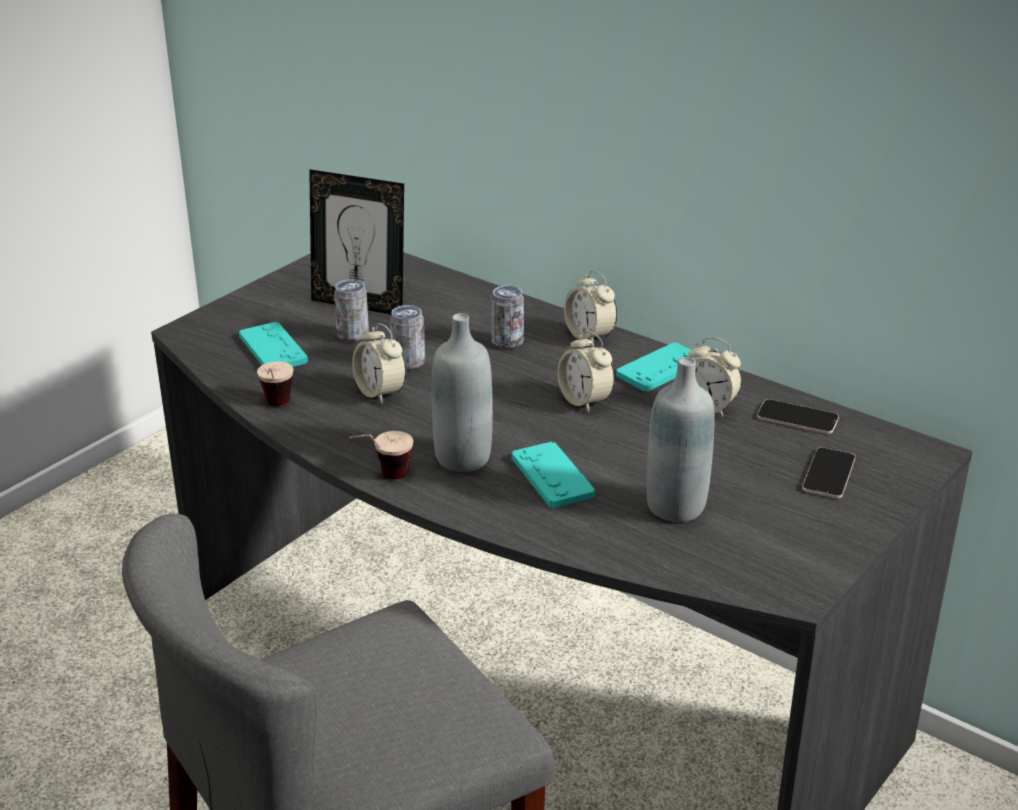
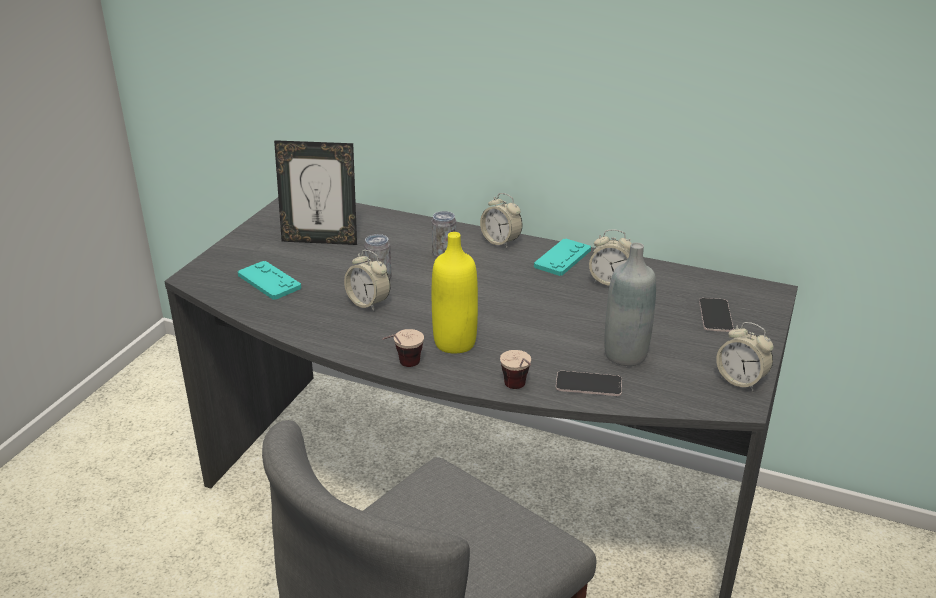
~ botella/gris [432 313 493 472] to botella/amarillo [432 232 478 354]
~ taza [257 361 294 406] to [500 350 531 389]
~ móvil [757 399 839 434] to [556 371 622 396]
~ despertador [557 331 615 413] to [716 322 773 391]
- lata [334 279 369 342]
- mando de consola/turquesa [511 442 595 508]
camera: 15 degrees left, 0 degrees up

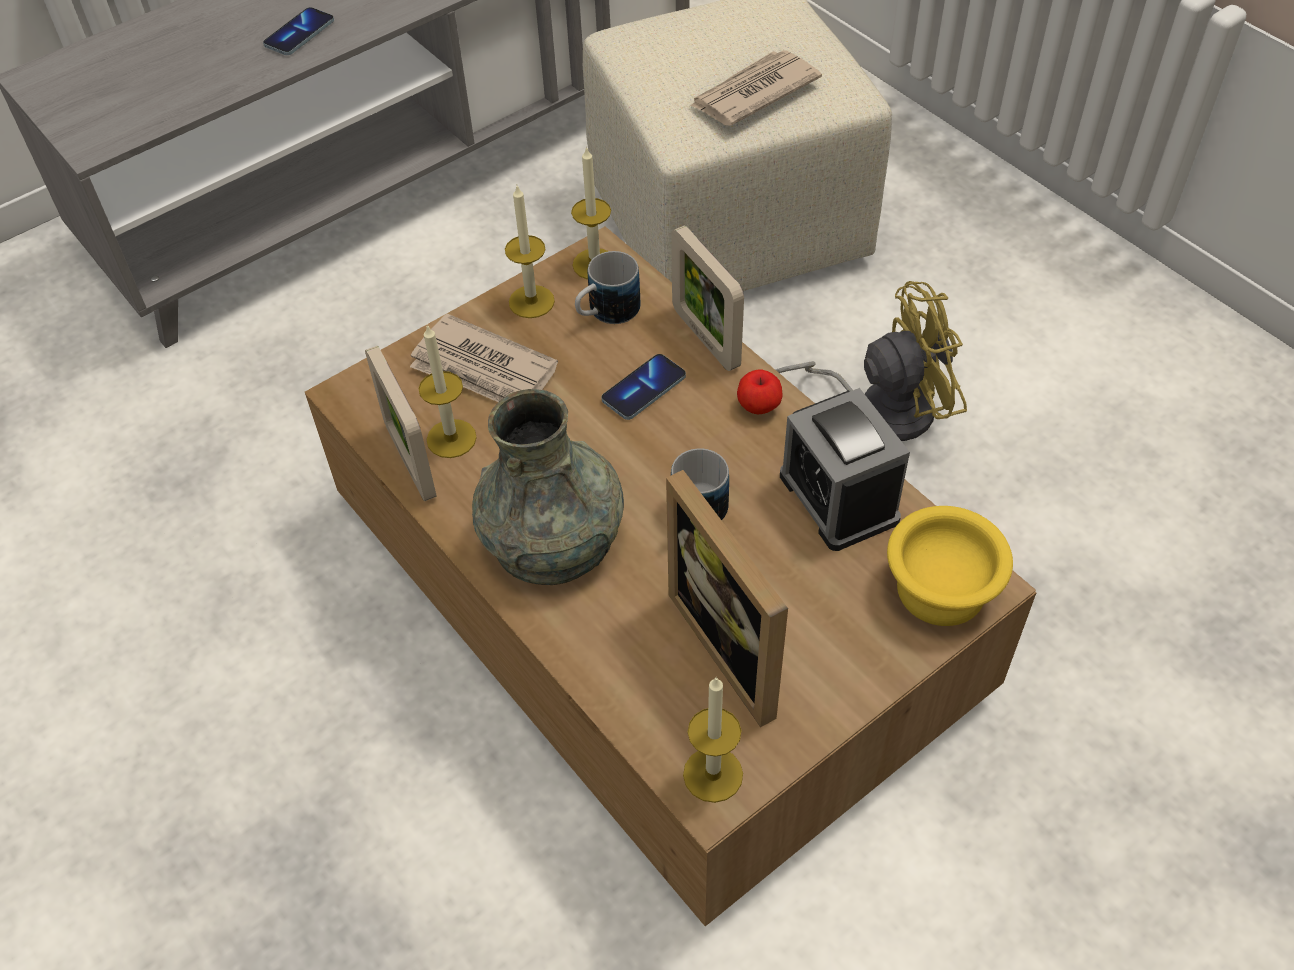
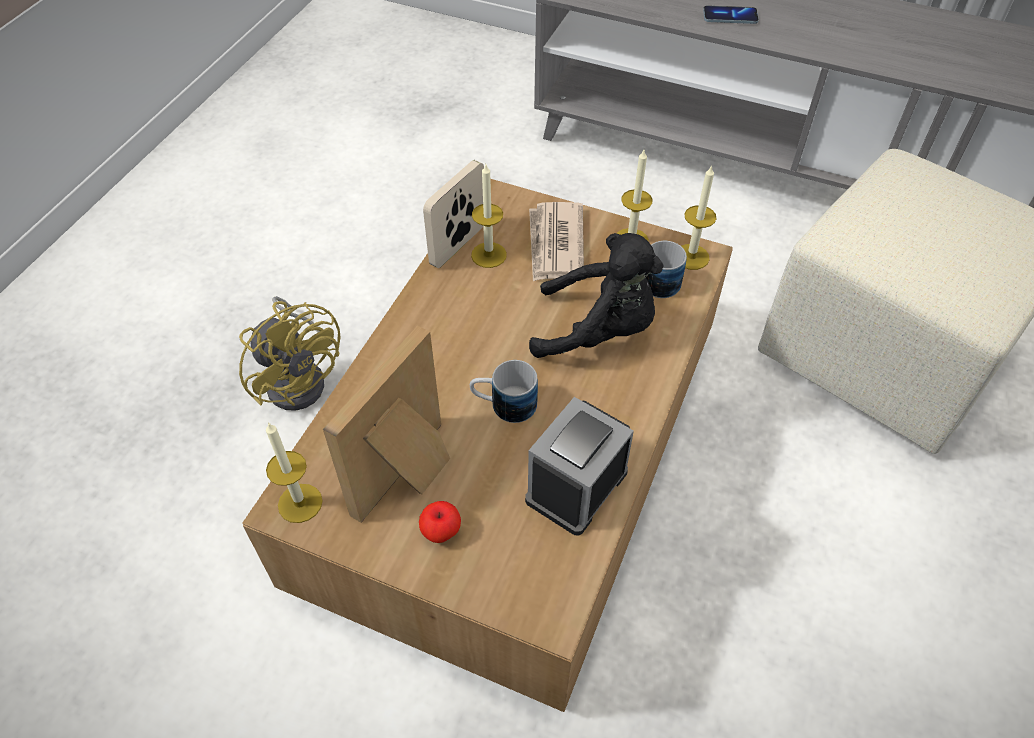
~ ventilador/amarillo [775 281 967 441] to [239 296 340 410]
~ manzana [737 370 783 414] to [419 501 461 543]
~ móvil [602 354 686 420] to peluche/negro [529 233 663 358]
- florero/gris [472 389 624 585]
- portarretratos [671 226 744 371]
- periódico [690 50 822 126]
- cuenco/amarillo [887 506 1013 626]
camera: 60 degrees right, 0 degrees up

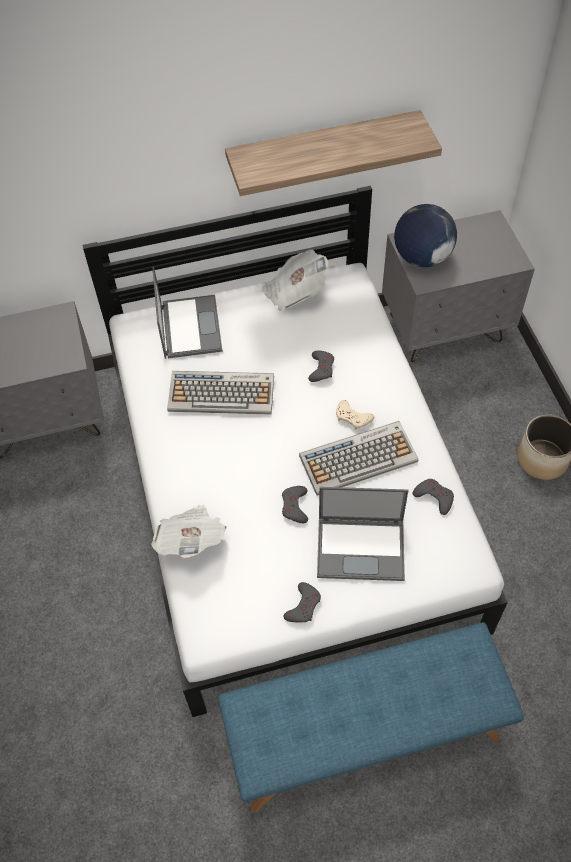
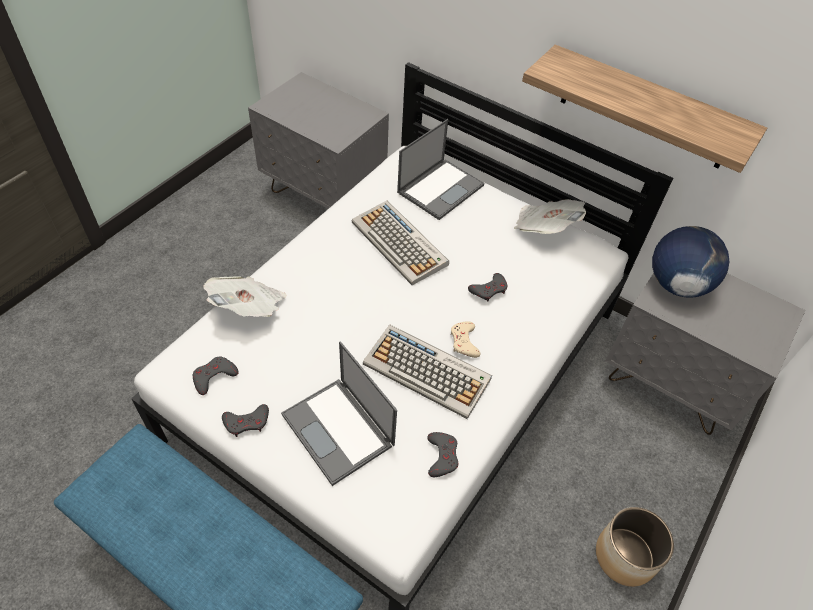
~ mando de consola/gris [282 486 308 523] to [193 356 239 395]
camera: 45 degrees right, 5 degrees down

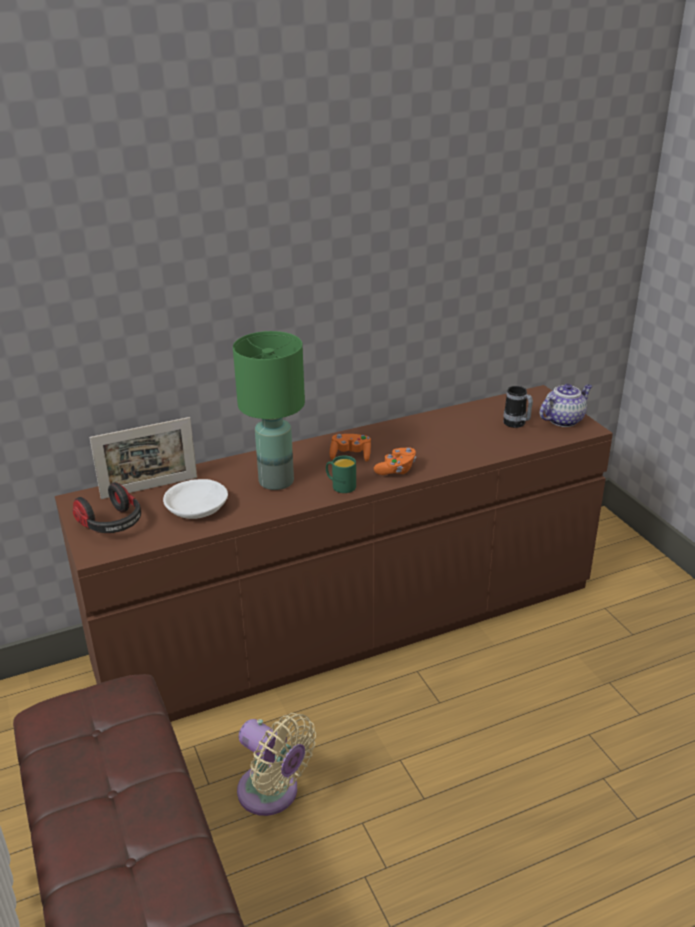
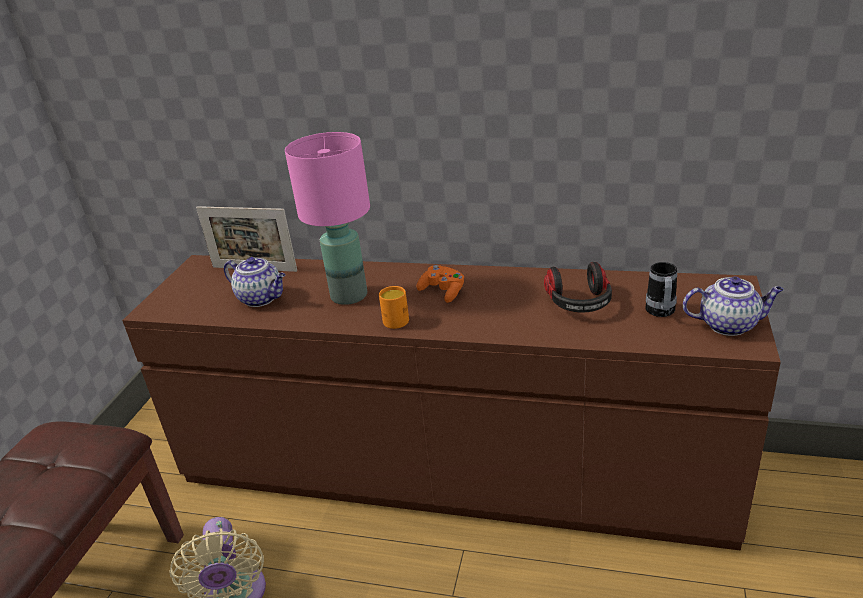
~ cuenco/blanco [163 479 228 519] to tetera [224 257 285 307]
~ lámpara de mesa/verde [233 331 305 490] to lámpara de mesa/rosa [285 132 370 305]
~ taza grande/verde [326 455 356 493] to taza grande/naranja [379 286 409 329]
~ auriculares [73 482 141 533] to [544 262 612 313]
- mando de consola/naranja [374 448 416 475]
camera: 40 degrees right, 0 degrees up

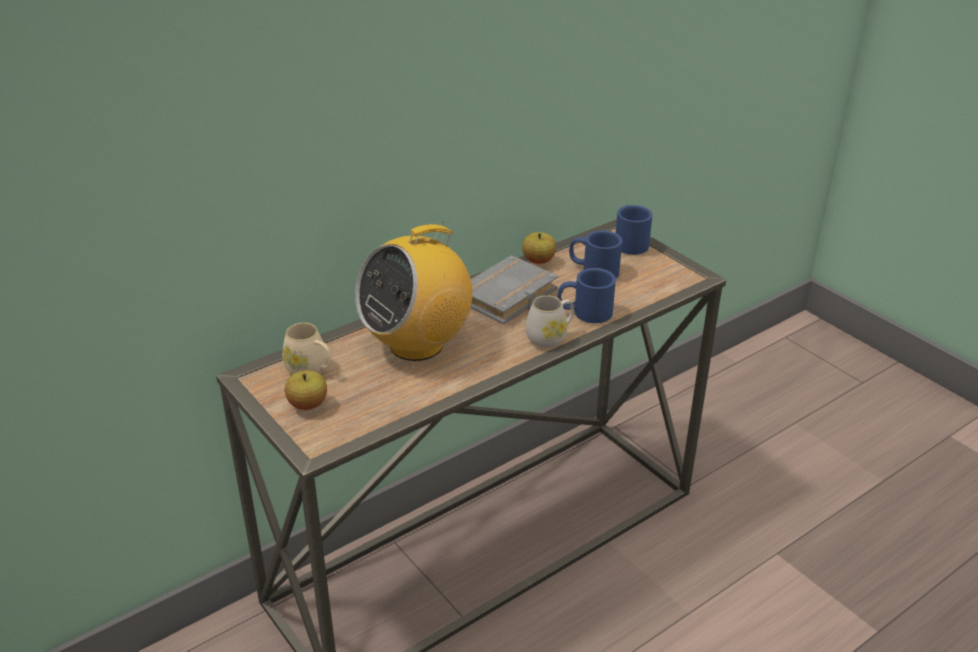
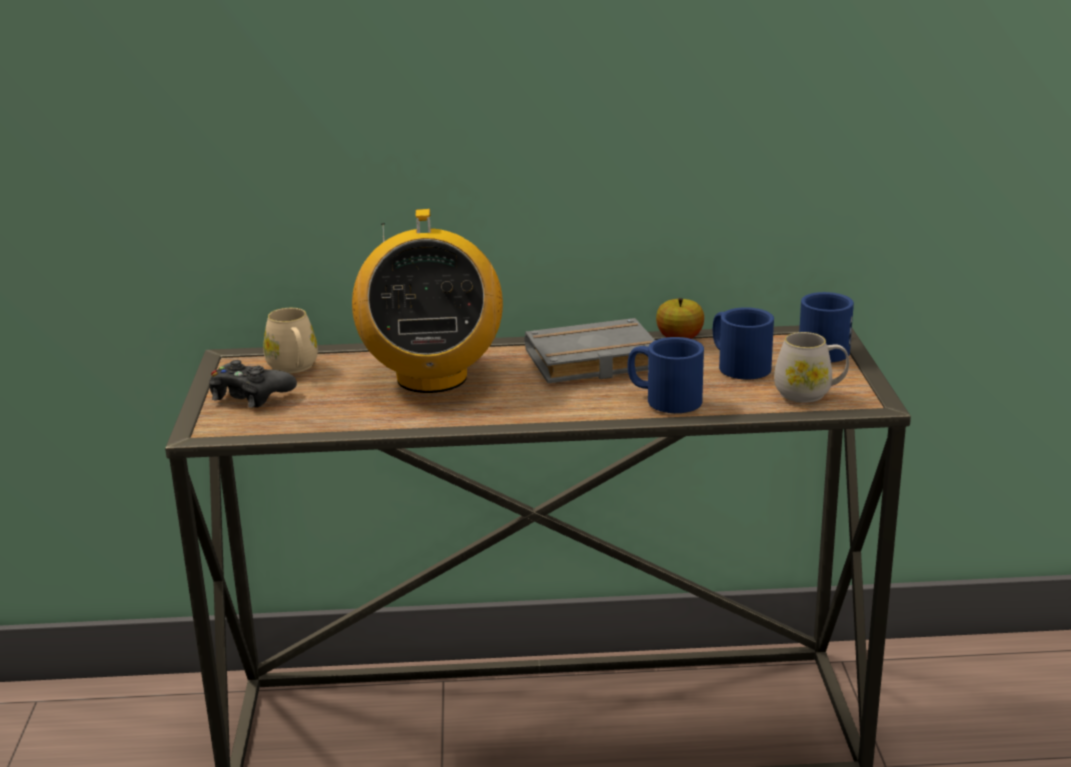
~ manzana [285 370 327 410] to mando de consola/negro [209 360 297 408]
~ radio [355 222 472 361] = [352 209 503 393] 90 degrees counterclockwise
~ taza grande/blanco [525 295 574 348] to [774 332 849 403]
camera: 35 degrees right, 10 degrees down

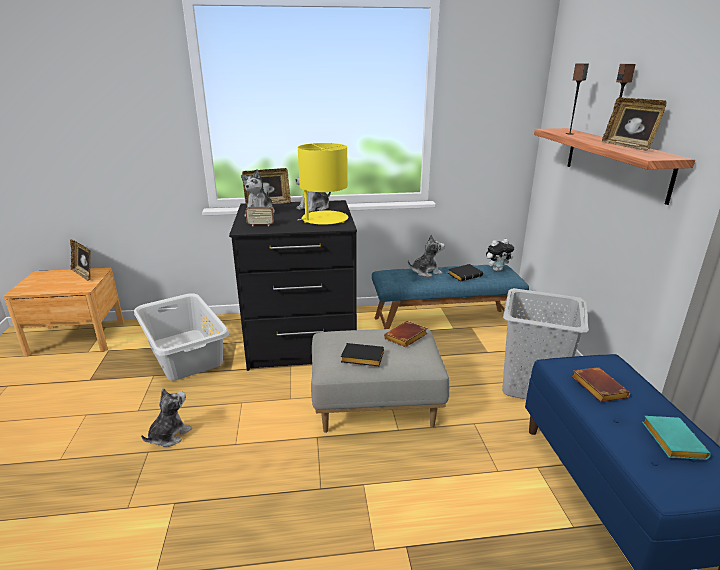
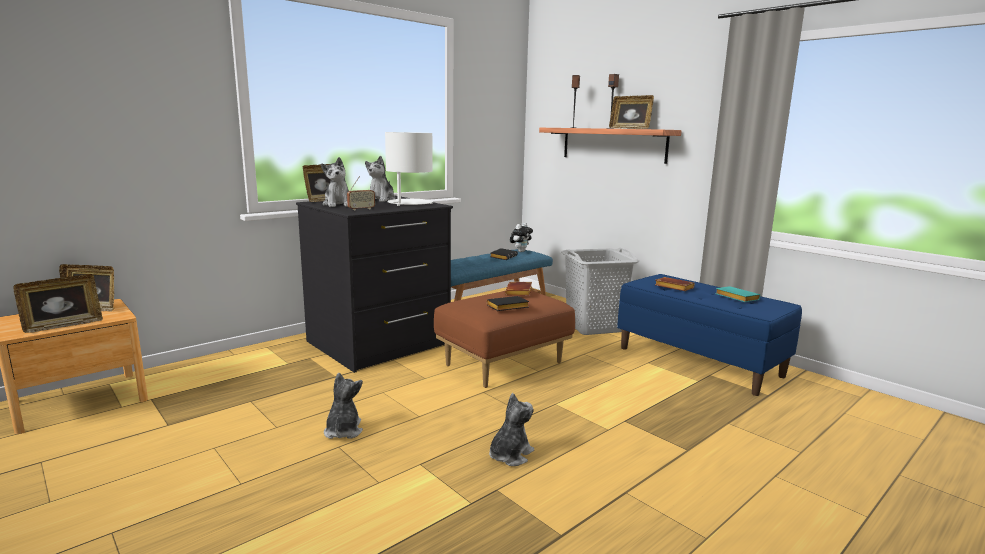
+ portarretratos [13 274 103 333]
~ lámpara de mesa/amarillo [298 143 348 225] to lámpara de mesa/blanco [385 132 433 206]
~ puf/gris [311 329 449 433] to puf/marrón [434 291 575 388]
~ peluche [408 234 445 277] to [489 393 534 466]
- cesto de la ropa/gris [134 293 229 380]
camera: 35 degrees left, 10 degrees down

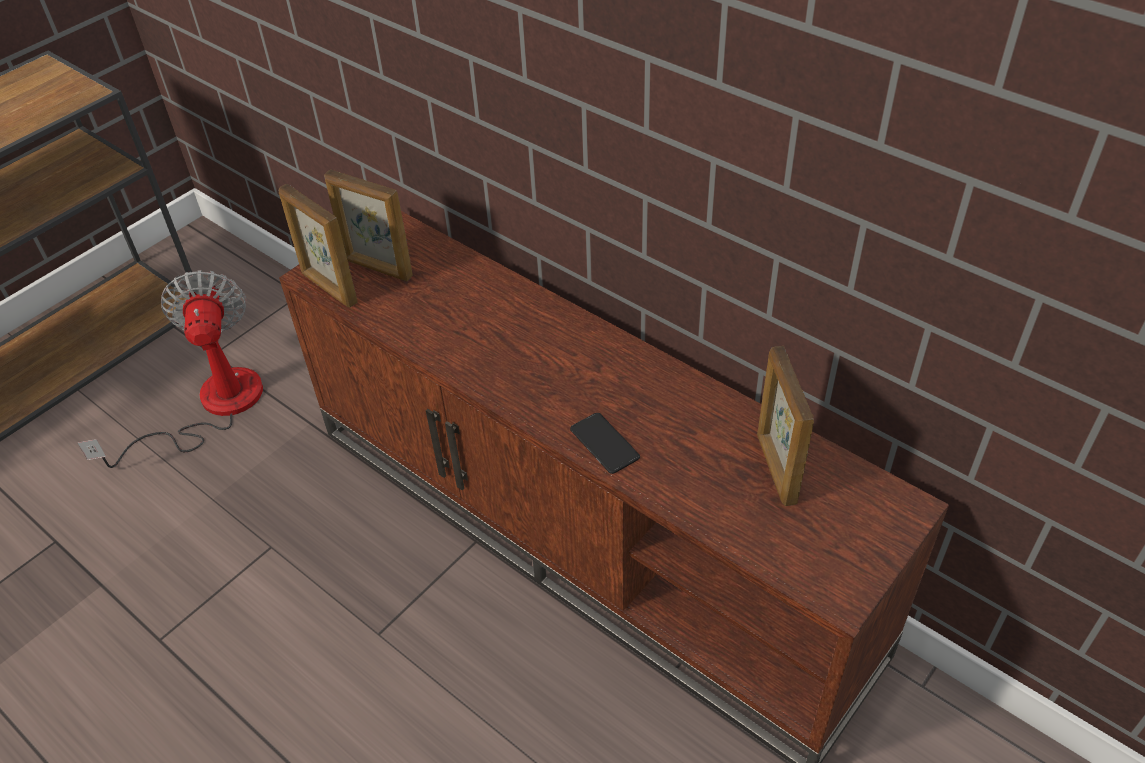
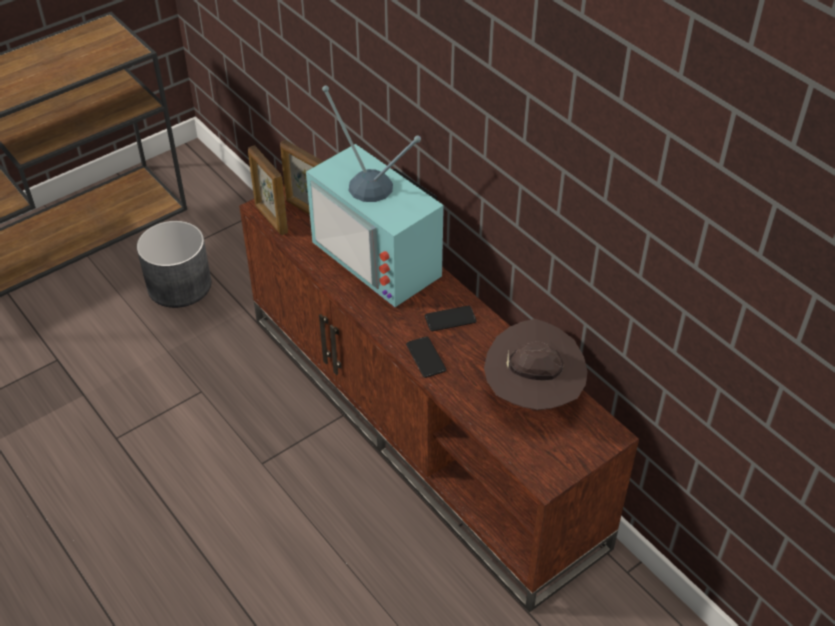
~ ventilador [78 270 263 468] to maceta/gris [137 221 211 308]
+ televisor [306 86 444 307]
+ móvil [425 306 477 331]
~ portarretratos [757 346 814 506] to sombrero/marrón [484 319 588 410]
camera: 10 degrees right, 0 degrees up

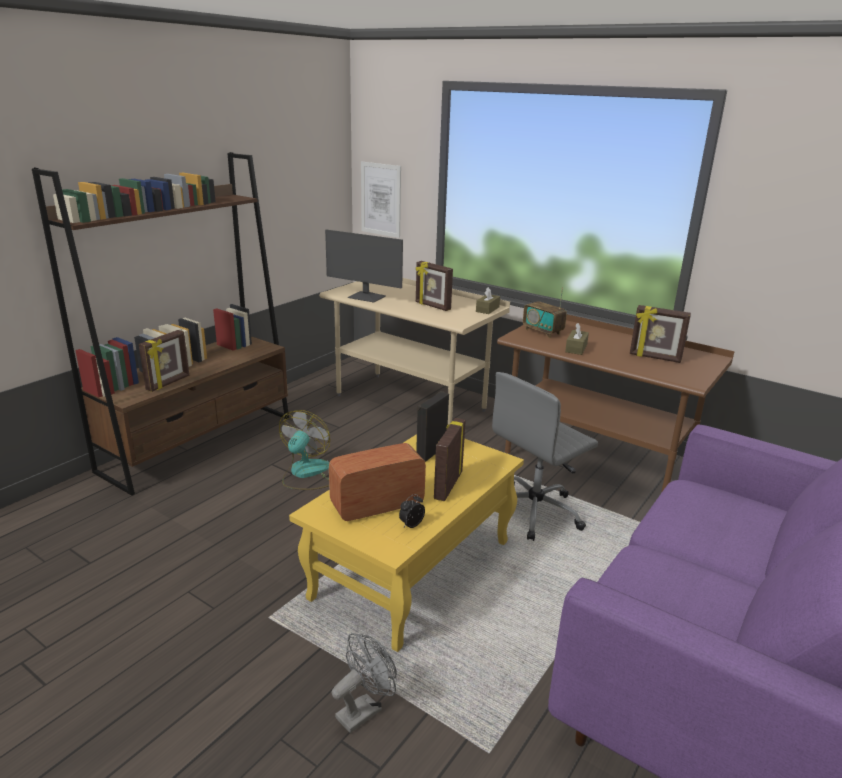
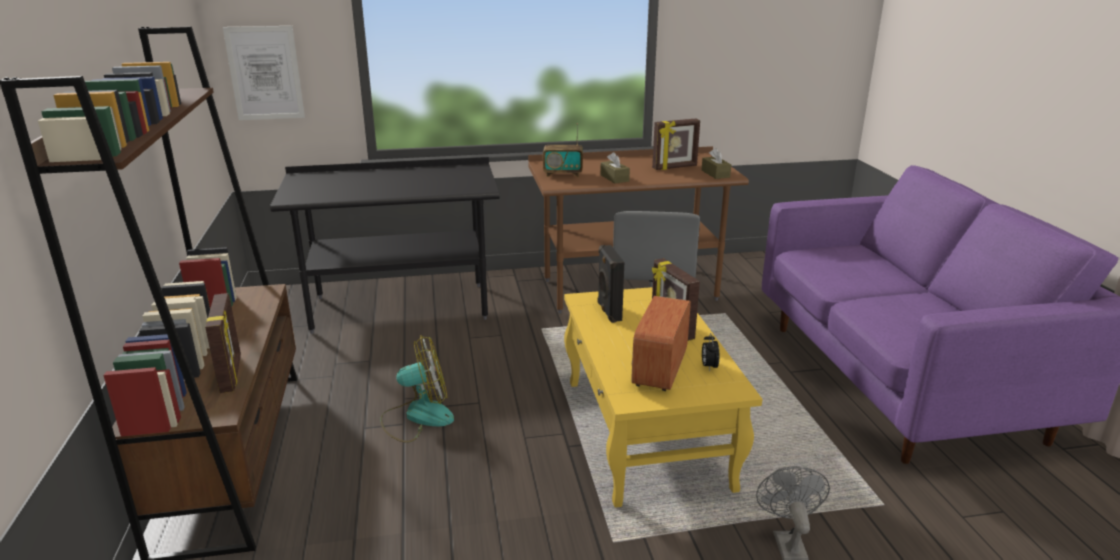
~ escritorio/beis [319 278 510 424] to escritorio/negro [270 157 499 334]
~ ventilador [279 410 330 490] = [380 335 454 443] 105 degrees clockwise
~ caja de pañuelos/marrón [476 287 500 314] to [702 148 731 179]
- monitor [325 229 403 302]
- portarretratos [416 261 453 311]
camera: 45 degrees left, 0 degrees up

